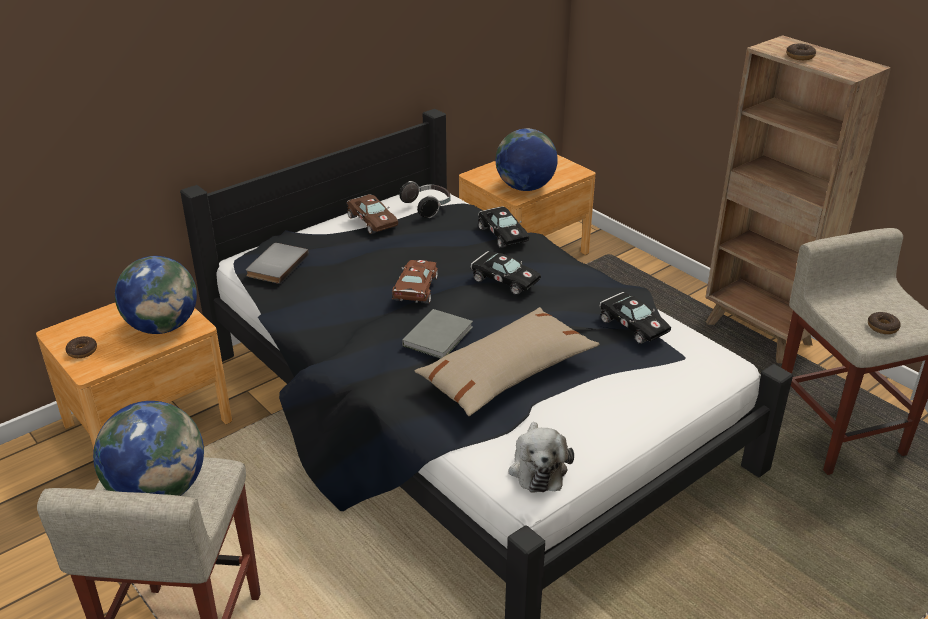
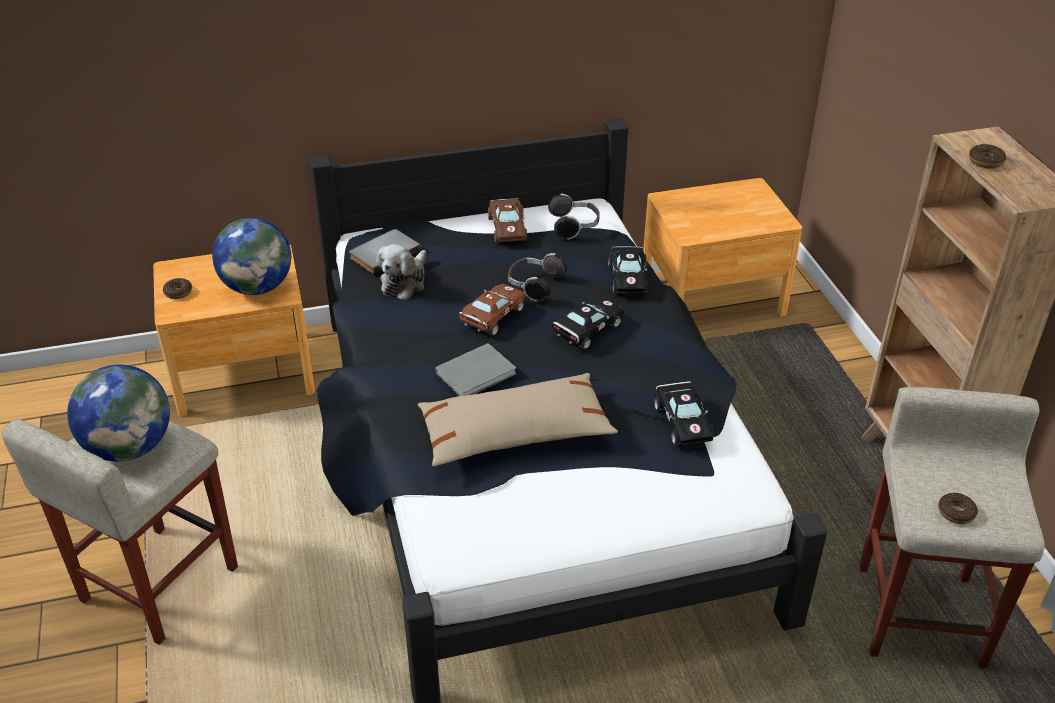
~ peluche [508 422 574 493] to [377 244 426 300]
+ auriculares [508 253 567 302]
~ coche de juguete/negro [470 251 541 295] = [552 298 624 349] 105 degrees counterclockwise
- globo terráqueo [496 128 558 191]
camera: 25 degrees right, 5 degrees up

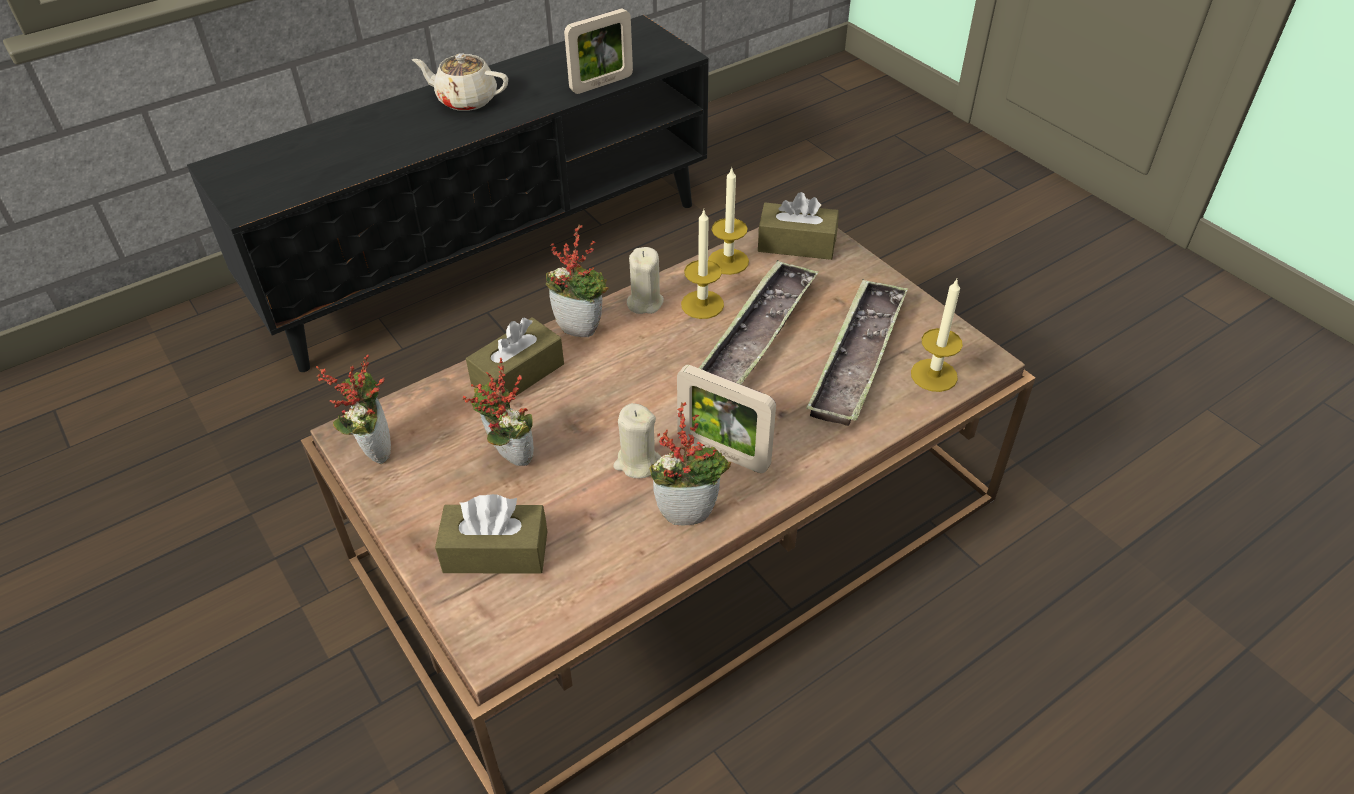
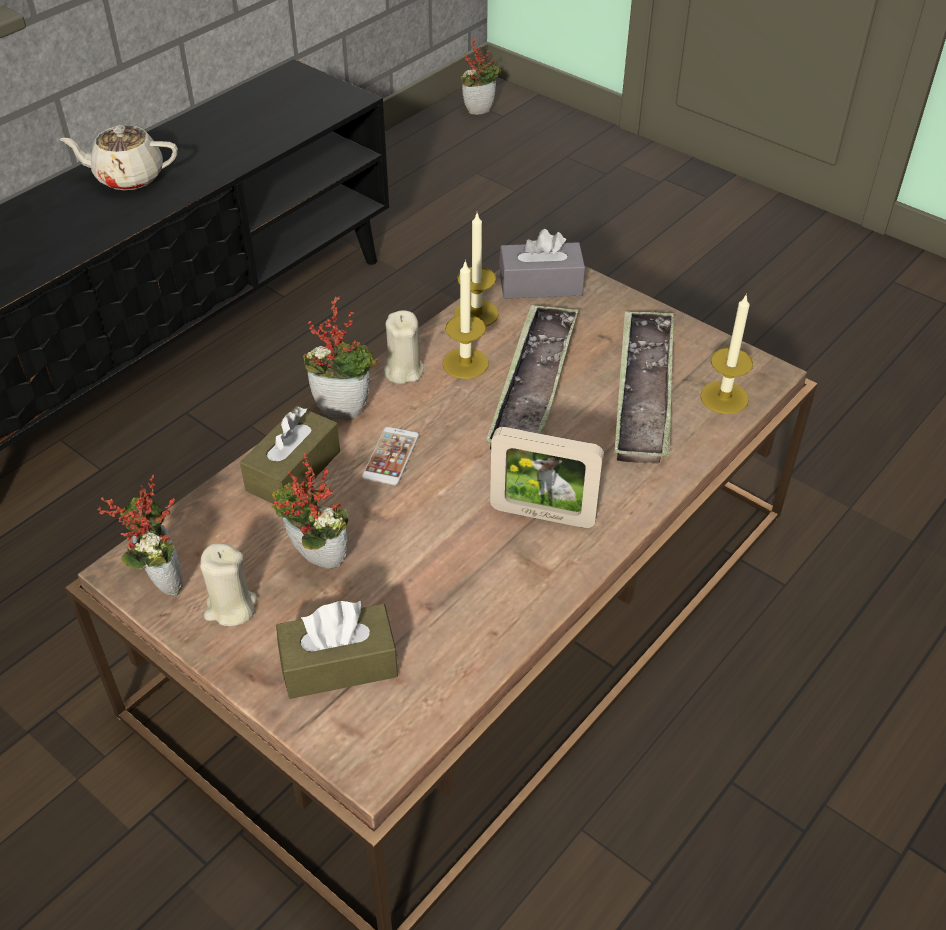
~ vela/beis [614 403 661 479] to [200 543 257 626]
+ móvil [362 427 419 486]
~ planta en maceta [649 402 731 525] to [461 37 501 115]
~ caja de pañuelos/marrón [758 192 839 260] to caja de pañuelos/gris [499 229 585 299]
- portarretratos [564 8 633 94]
camera: 15 degrees left, 0 degrees up

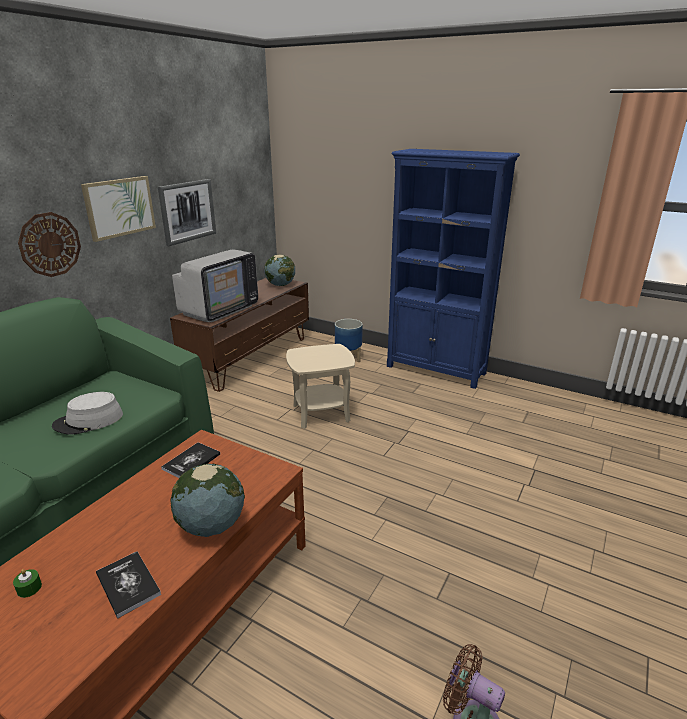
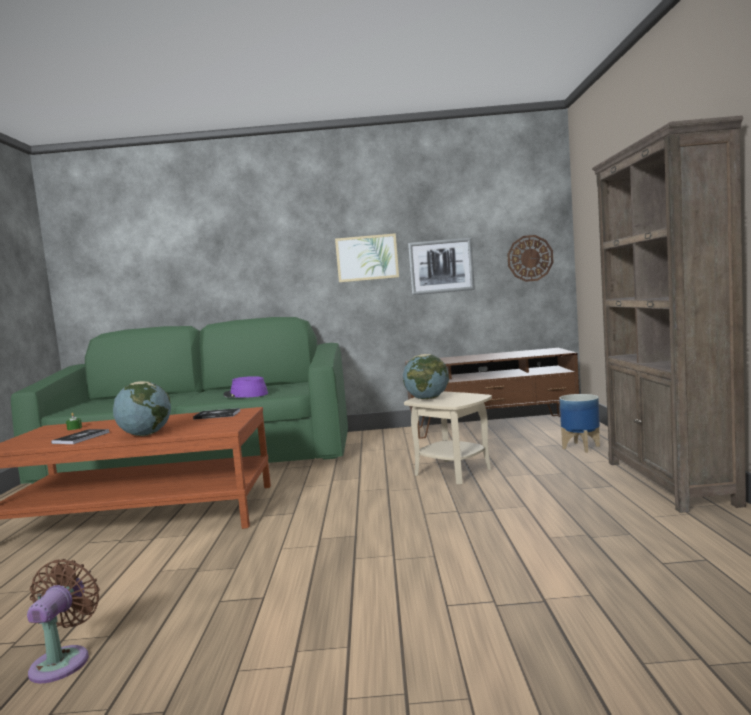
~ sombrero/gris [52 392 123 435] to sombrero/morado [223 376 268 398]
~ globo terráqueo [264 255 295 286] to [403 354 449 400]
~ reloj de pared [18 212 81 277] to [507 235 554 282]
~ estantería/azul [387 149 520 389] to estantería/marrón [592 115 746 513]
- televisor [172 250 258 322]
camera: 60 degrees right, 20 degrees down

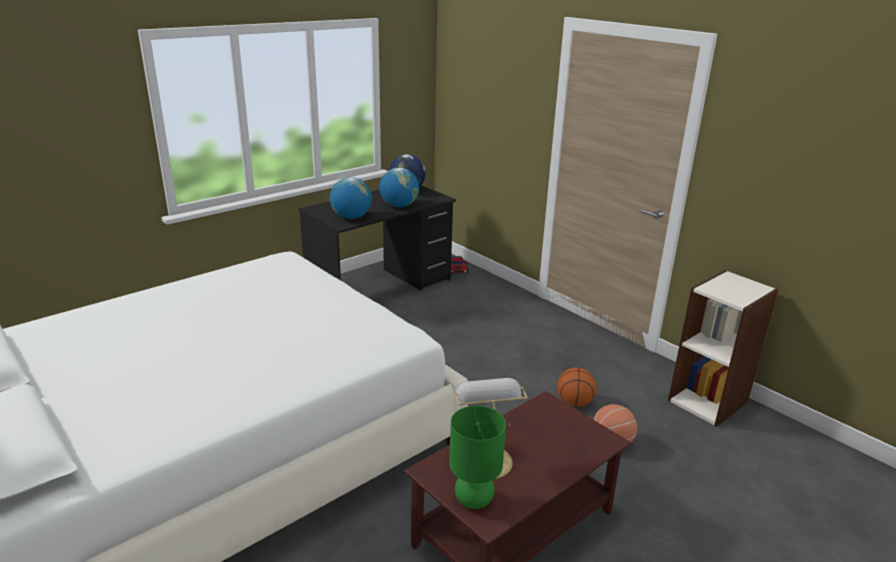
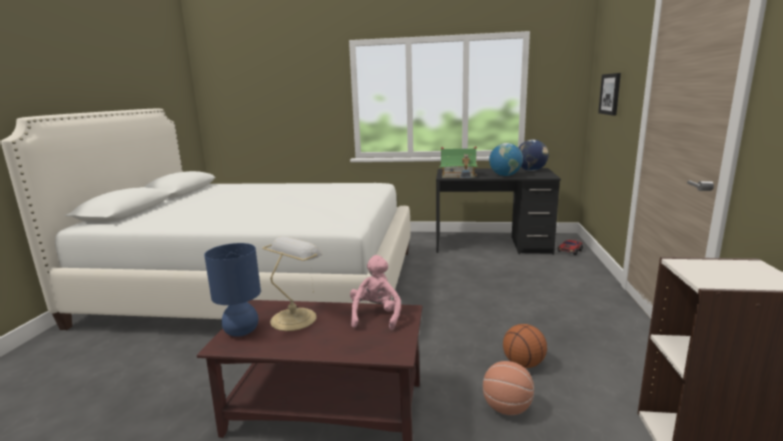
~ lámpara de mesa/verde [449 406 506 509] to lámpara de mesa/azul [204 243 261 337]
+ peluche/rosa [350 255 401 330]
~ globo terráqueo [330 177 372 219] to casita [440 146 478 178]
+ cuadro [598 73 621 116]
camera: 50 degrees right, 10 degrees down

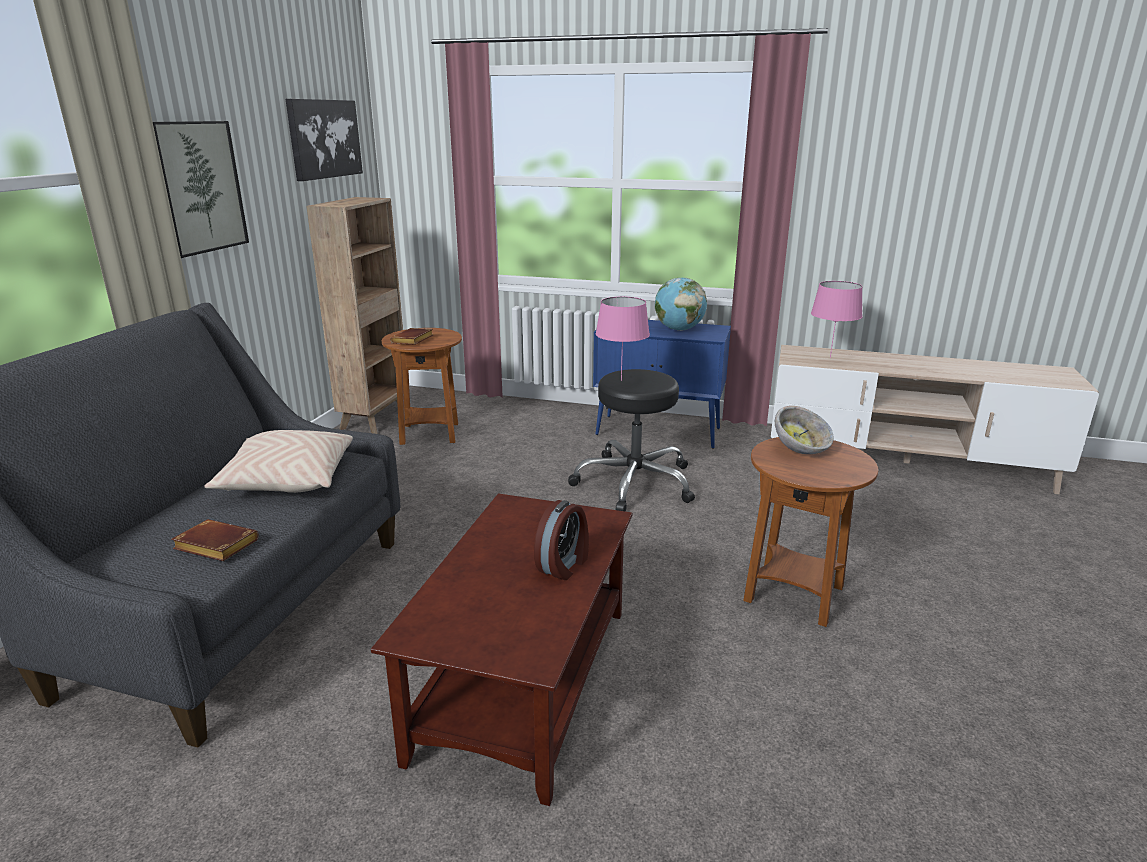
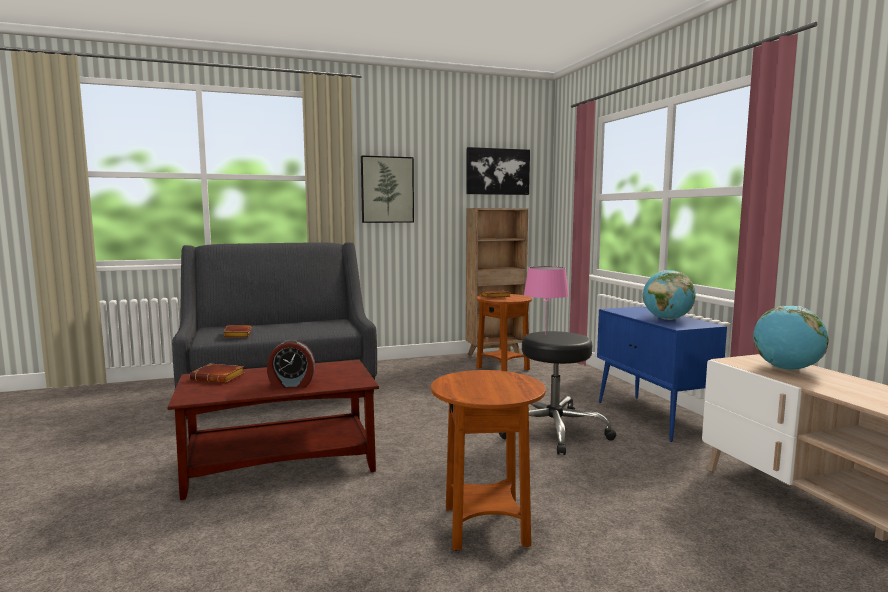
+ libro/marrón [190 364 244 383]
~ lámpara de mesa/rosa [811 281 863 358] to globo terráqueo [753 306 829 370]
- cojín/beis [204 430 353 493]
- cuenco [775 406 833 454]
camera: 55 degrees right, 15 degrees down

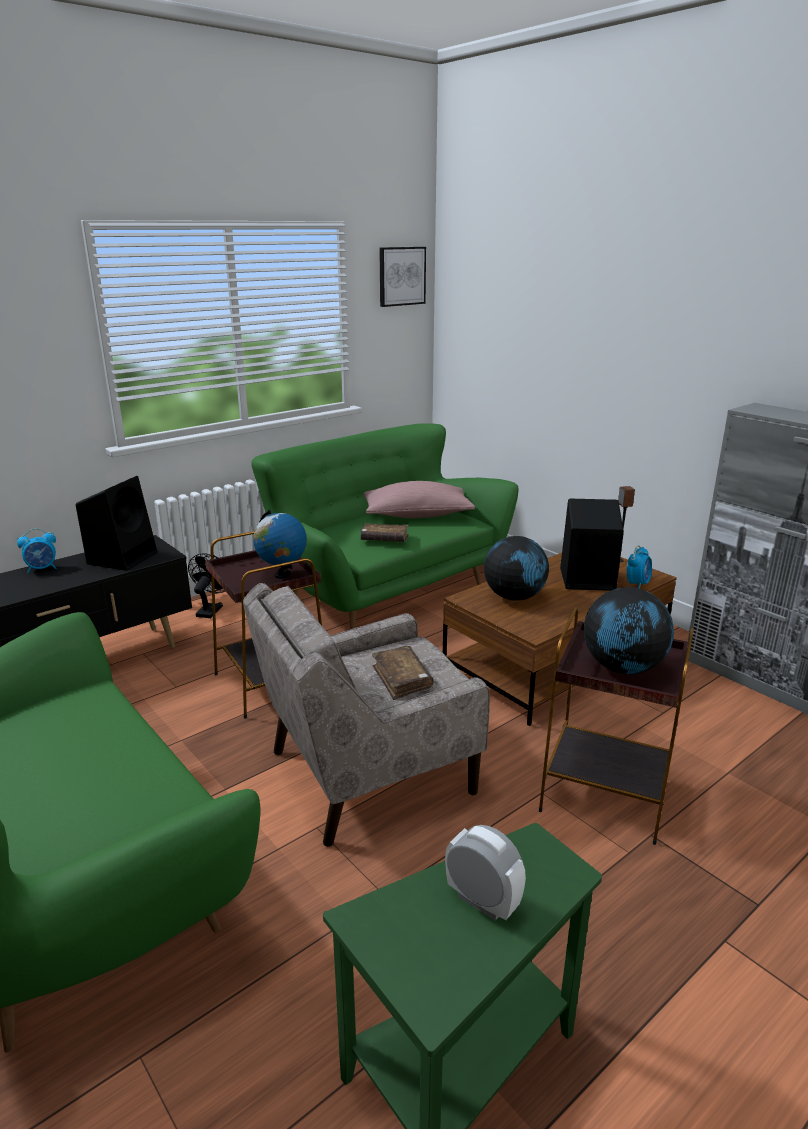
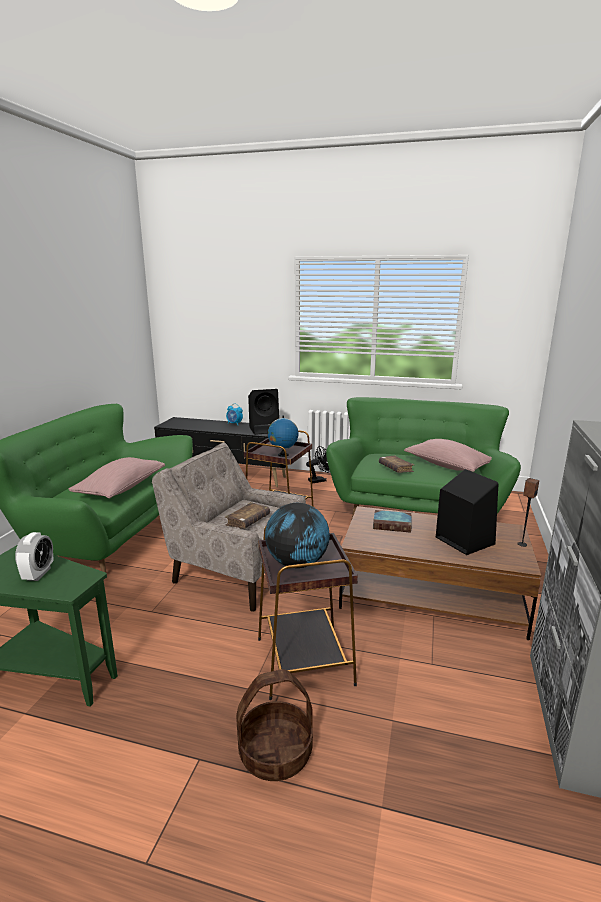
+ cojín/rosa [68 457 165 498]
+ cesta [236 669 313 781]
~ globo terráqueo [484 536 549 601] to libro [373 510 412 533]
- cuadro [379 247 426 307]
- despertador [627 545 652 589]
camera: 55 degrees right, 5 degrees down

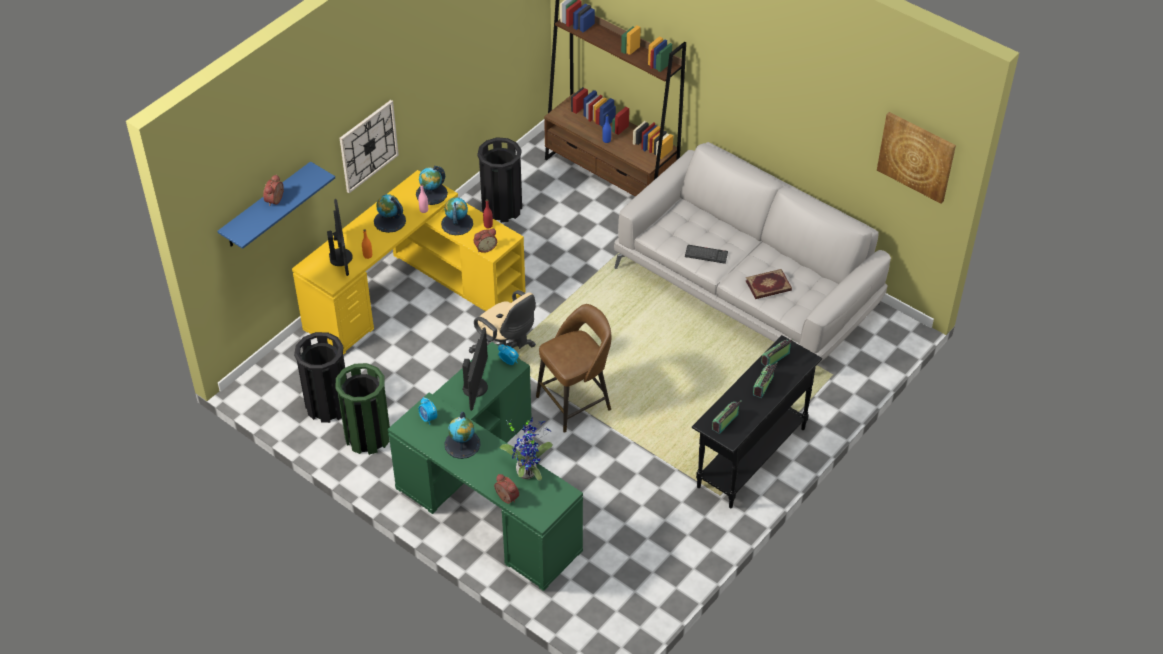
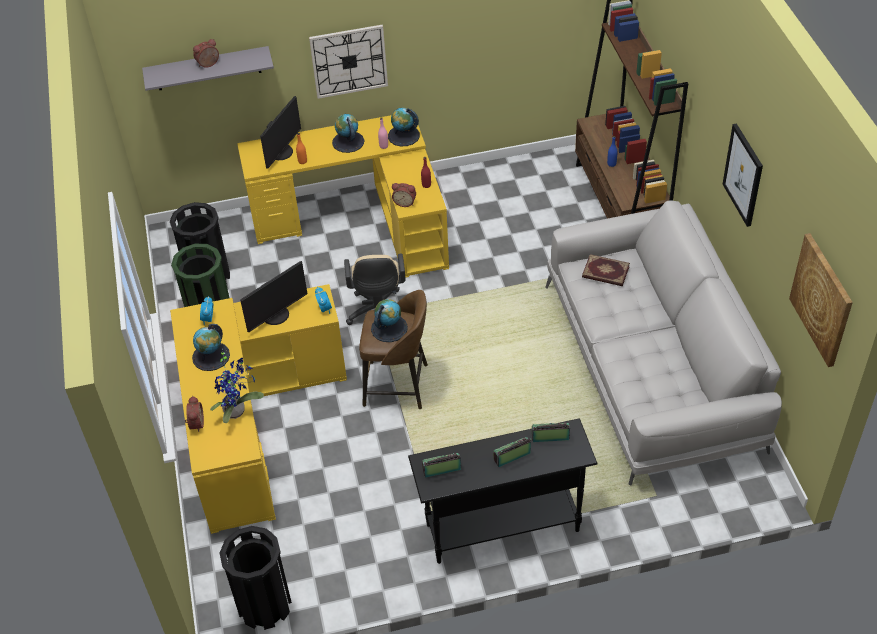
~ estante/azul [218 161 335 249] to estante/gris [142 46 274 91]
~ escritorio/verde [388 342 583 591] to escritorio/amarillo [170 284 347 534]
~ papelera/negro [477 137 522 223] to [220 526 292 630]
~ globo terráqueo [441 197 473 235] to [371 299 408 342]
~ libro [746 269 792 299] to [582 254 630 286]
+ cuadro [723 123 763 227]
- teclado [685 245 728 264]
camera: 40 degrees right, 0 degrees up

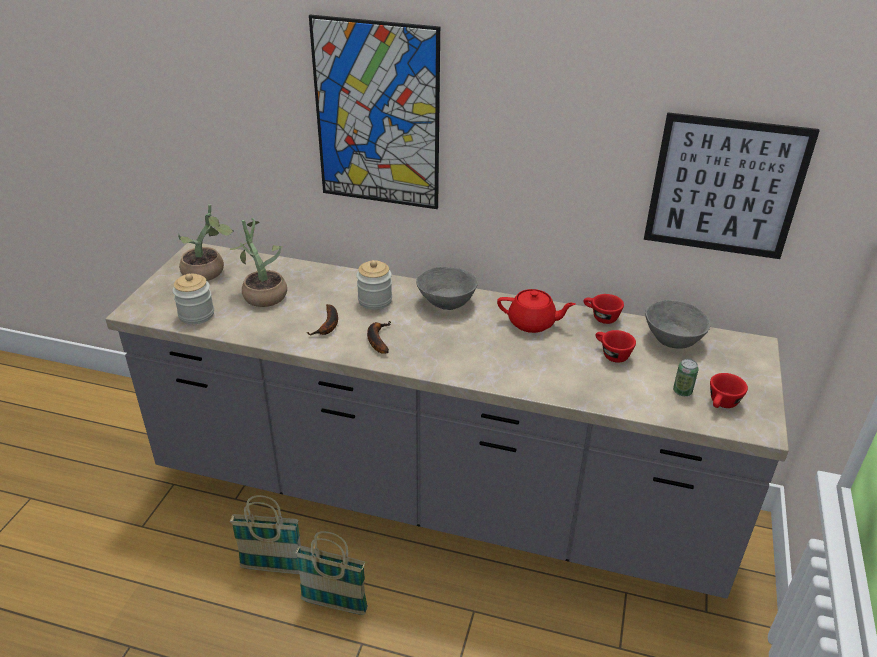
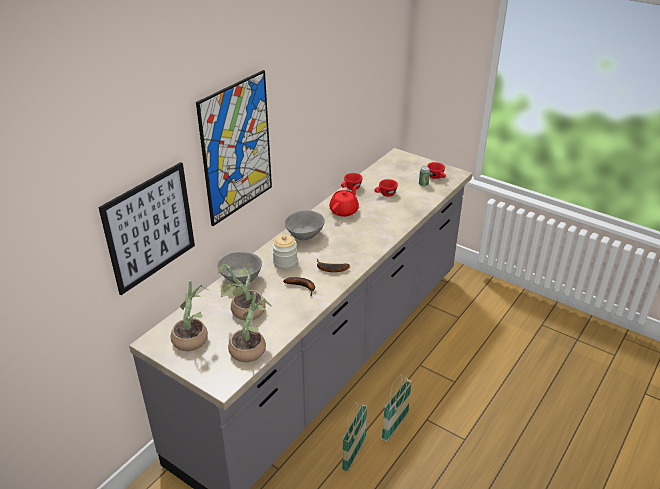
~ cuadro [644 112 820 259] to [98 162 195 295]
~ cuenco/gris [645 300 711 348] to [217 252 262 284]
~ tarro [173 274 214 324] to planta en maceta [228 292 272 362]
camera: 70 degrees left, 0 degrees up

